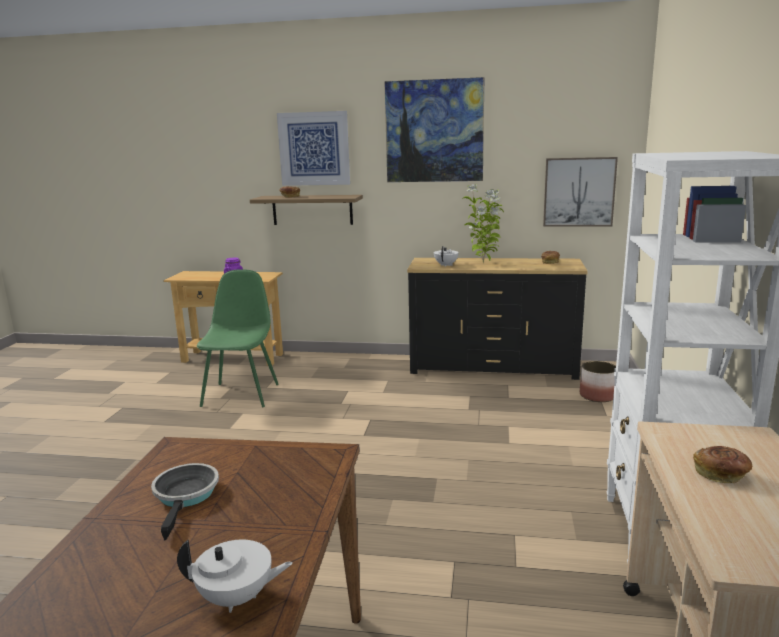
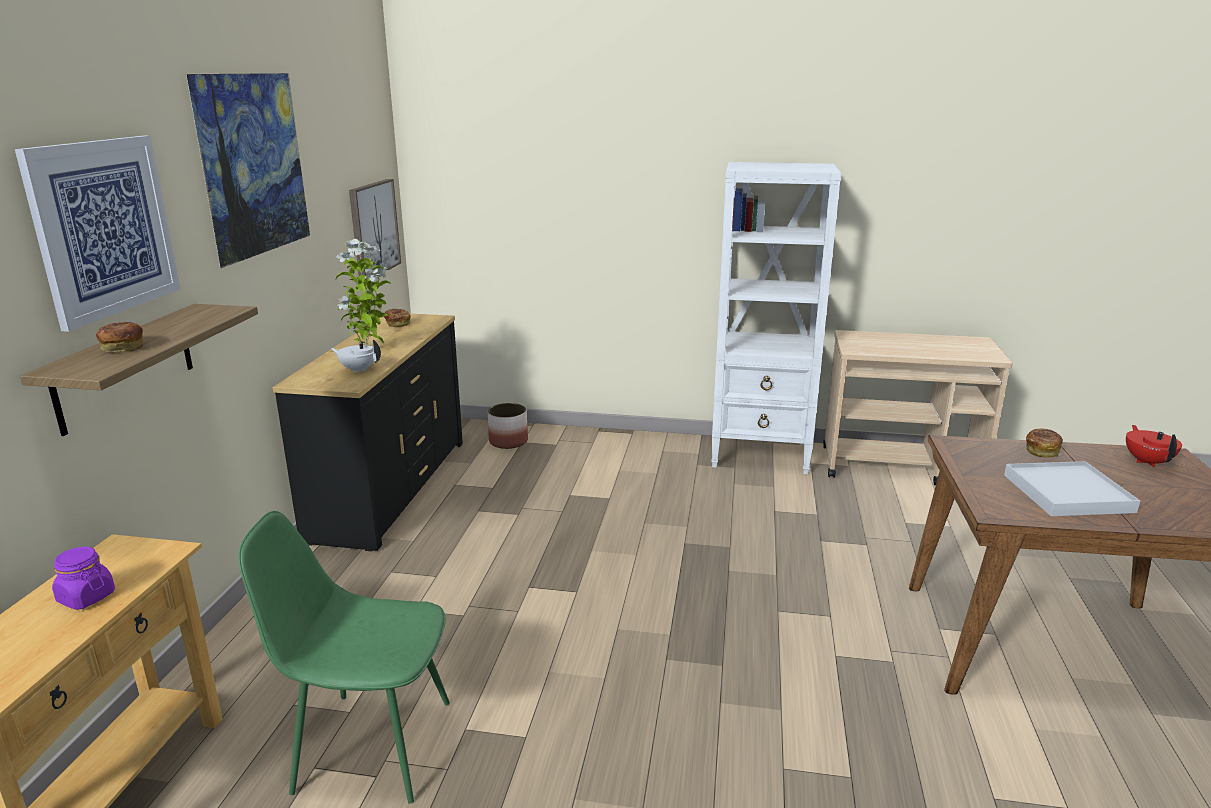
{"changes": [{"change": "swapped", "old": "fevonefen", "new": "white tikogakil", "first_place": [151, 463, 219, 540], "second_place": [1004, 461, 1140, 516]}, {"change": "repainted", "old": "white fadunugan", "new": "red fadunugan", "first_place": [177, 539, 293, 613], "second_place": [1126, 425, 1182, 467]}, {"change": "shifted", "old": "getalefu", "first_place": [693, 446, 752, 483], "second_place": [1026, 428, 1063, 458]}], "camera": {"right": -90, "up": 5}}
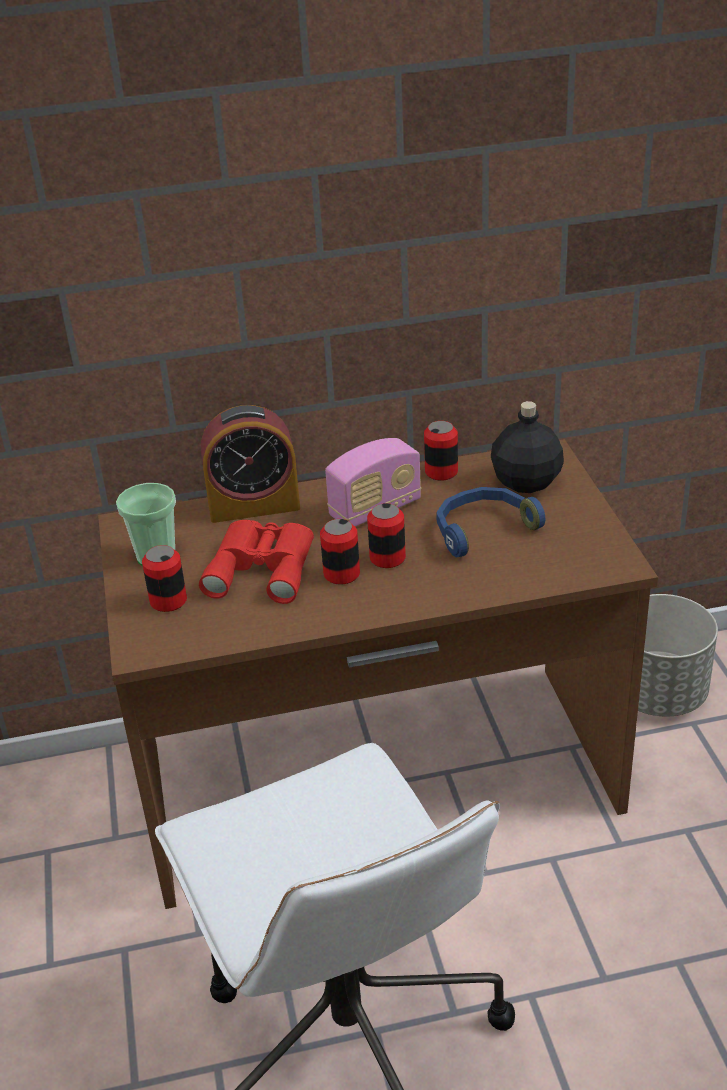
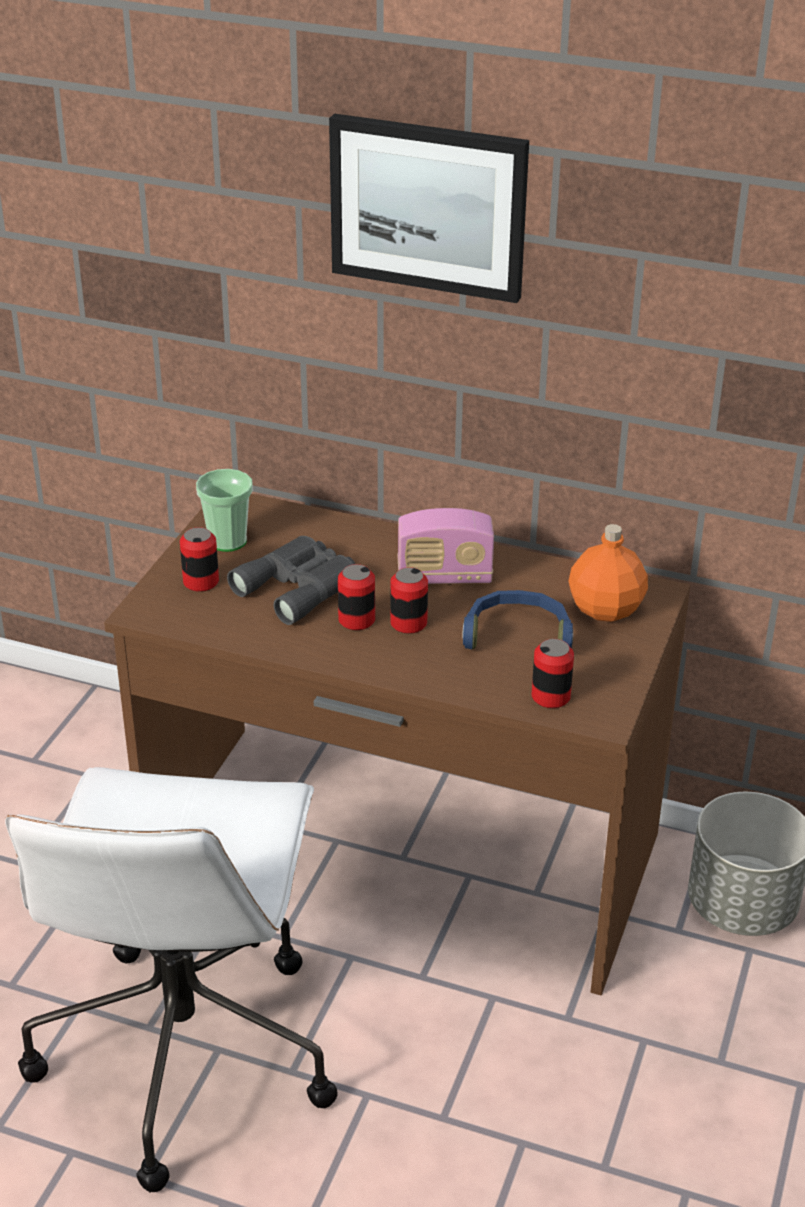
{"changes": [{"change": "repainted", "old": "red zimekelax", "new": "grey zimekelax", "first_place": [199, 520, 314, 604], "second_place": [227, 536, 355, 625]}, {"change": "gone", "old": "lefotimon", "first_place": [201, 405, 300, 523]}, {"change": "shifted", "old": "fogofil", "first_place": [424, 421, 458, 481], "second_place": [532, 639, 574, 708]}, {"change": "repainted", "old": "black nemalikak", "new": "orange nemalikak", "first_place": [491, 401, 564, 493], "second_place": [569, 524, 648, 622]}, {"change": "new", "new": "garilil", "second_place": [329, 113, 529, 303]}], "camera": {"right": 30, "up": 0}}
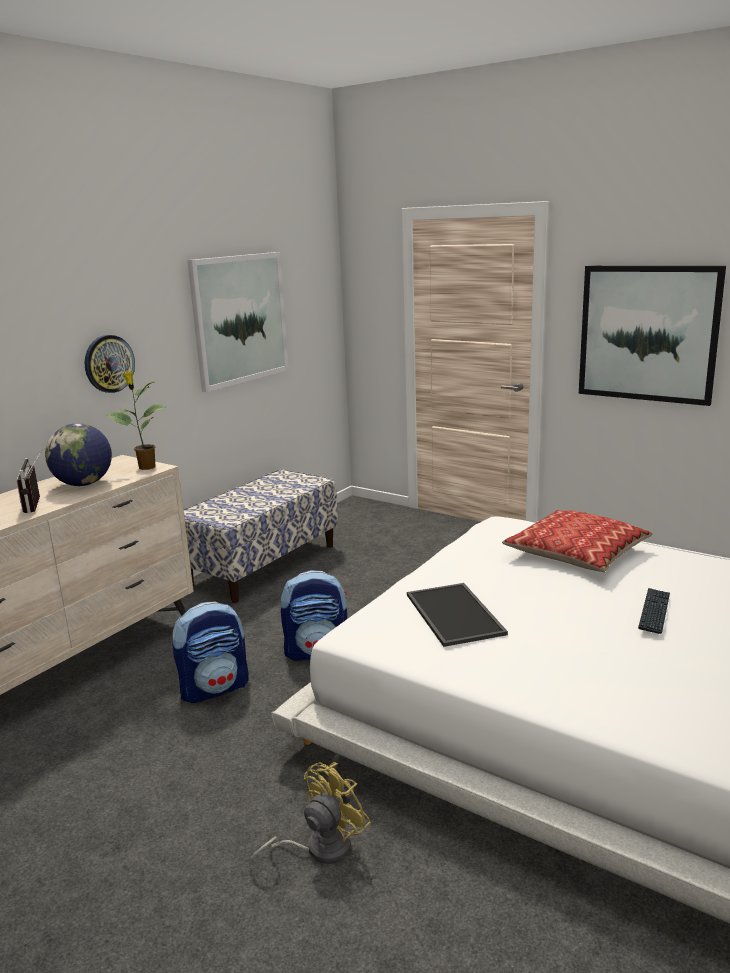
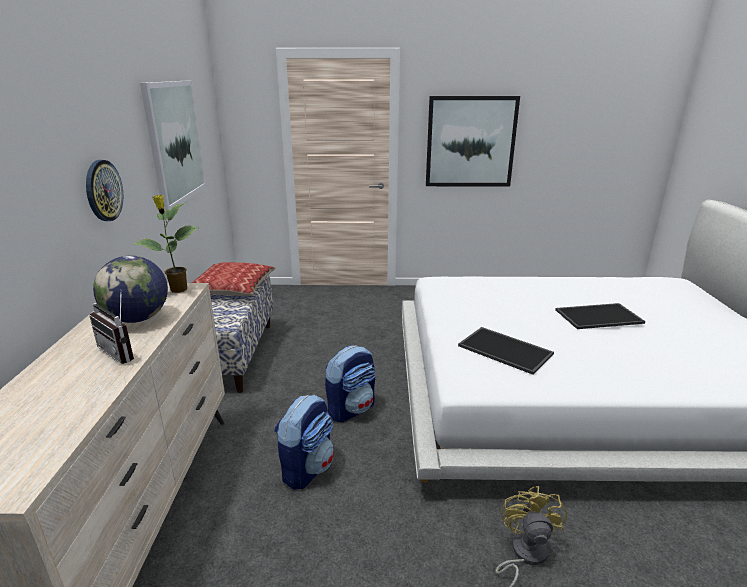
{"changes": [{"change": "shifted", "old": "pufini", "first_place": [502, 510, 653, 572], "second_place": [192, 262, 275, 296]}, {"change": "swapped", "old": "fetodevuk", "new": "tikogakil", "first_place": [638, 588, 670, 634], "second_place": [555, 303, 645, 329]}], "camera": {"right": -35, "up": 5}}
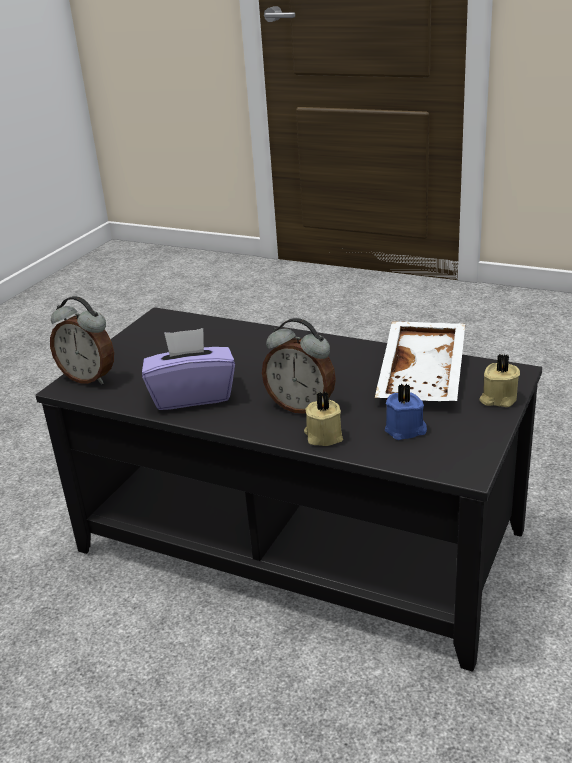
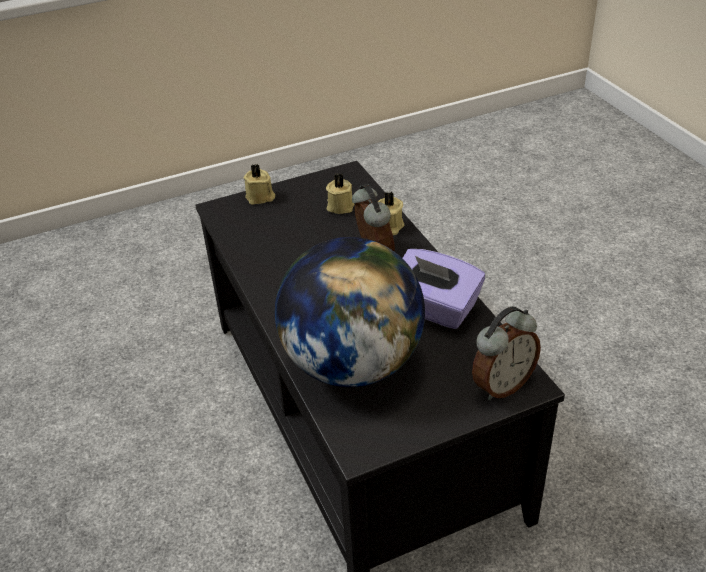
{"changes": [{"change": "rotated", "old": "lefotimon", "first_place": [50, 296, 114, 384], "second_place": [472, 307, 541, 400], "degrees": 75}, {"change": "gone", "old": "white tikogakil", "first_place": [375, 321, 465, 401]}, {"change": "repainted", "old": "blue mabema", "new": "beige mabema", "first_place": [385, 384, 427, 440], "second_place": [326, 174, 354, 214]}, {"change": "new", "new": "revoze", "second_place": [275, 237, 425, 387]}], "camera": {"right": -140, "up": 10}}
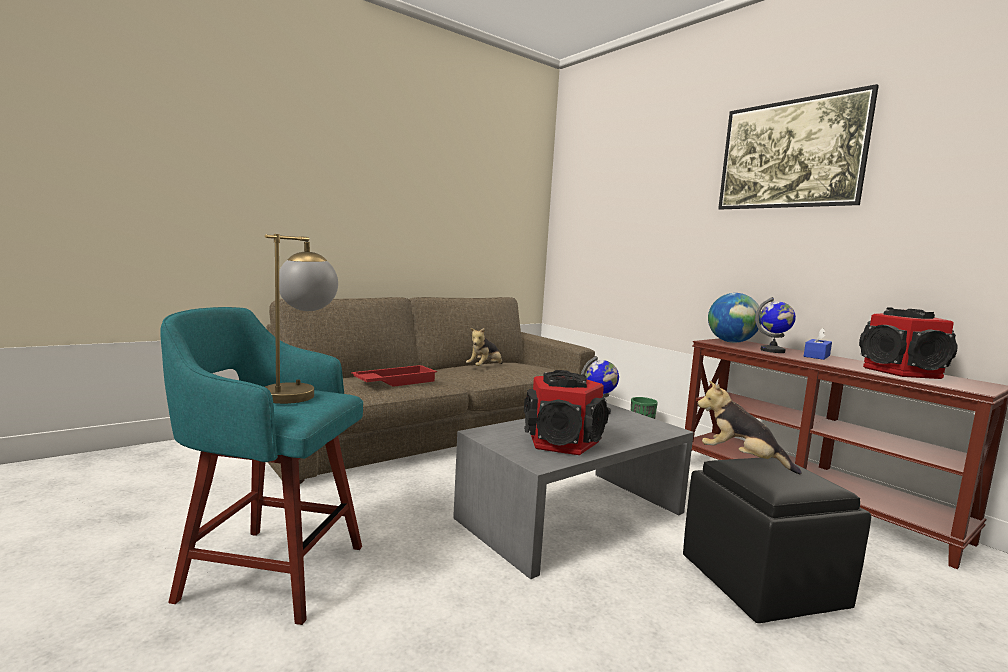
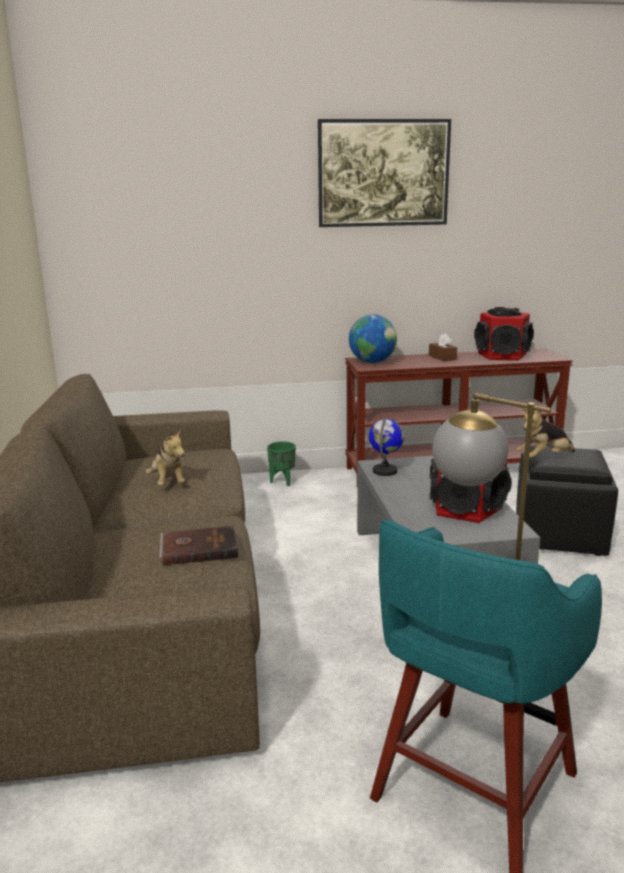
{"changes": [{"change": "swapped", "old": "red tikogakil", "new": "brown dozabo", "first_place": [351, 365, 437, 387], "second_place": [159, 526, 238, 565]}, {"change": "gone", "old": "revoze", "first_place": [755, 297, 796, 353]}, {"change": "repainted", "old": "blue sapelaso", "new": "brown sapelaso", "first_place": [804, 328, 832, 360], "second_place": [429, 333, 457, 361]}], "camera": {"right": -60, "up": 10}}
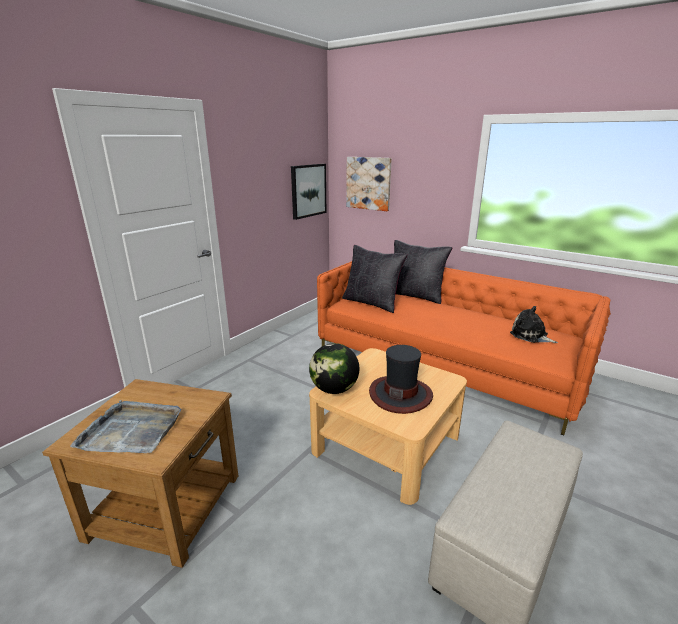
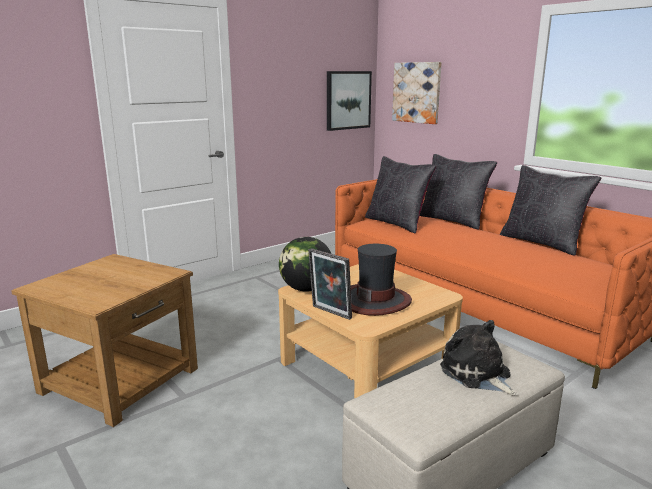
{"changes": [{"change": "gone", "old": "grey tikogakil", "first_place": [70, 400, 182, 453]}, {"change": "shifted", "old": "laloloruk", "first_place": [510, 306, 558, 343], "second_place": [440, 320, 517, 396]}, {"change": "new", "new": "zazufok", "second_place": [308, 248, 352, 320]}, {"change": "new", "new": "black pufini", "second_place": [500, 165, 601, 256]}], "camera": {"right": 15, "up": -5}}
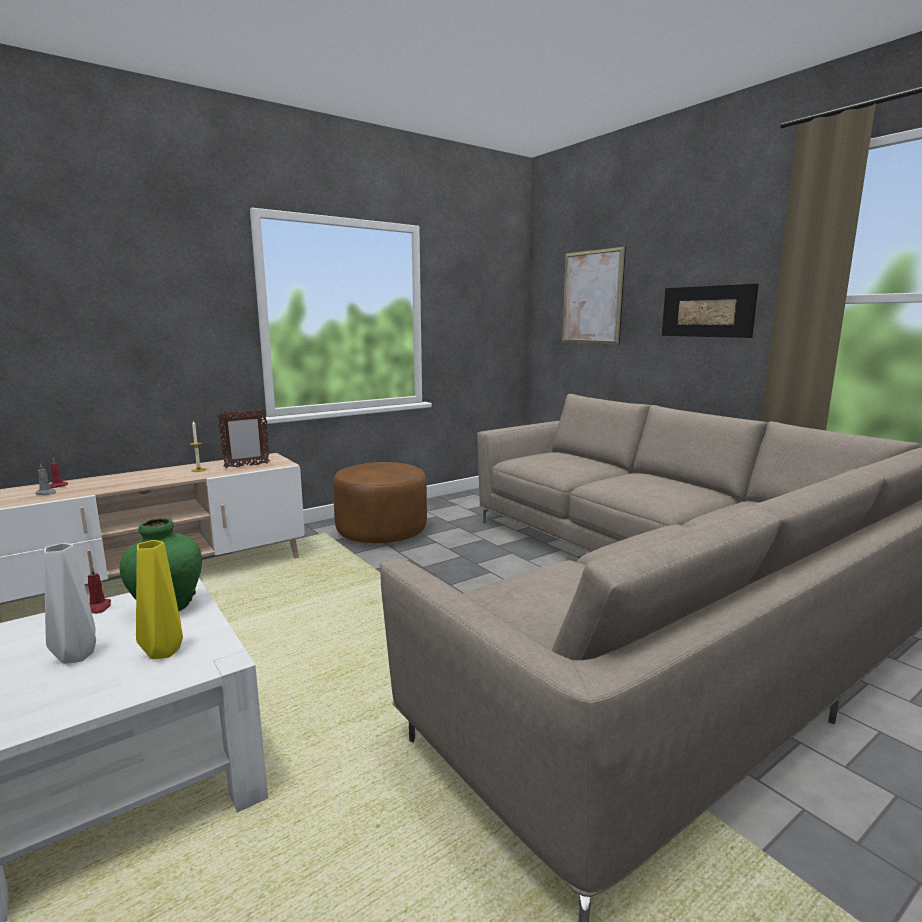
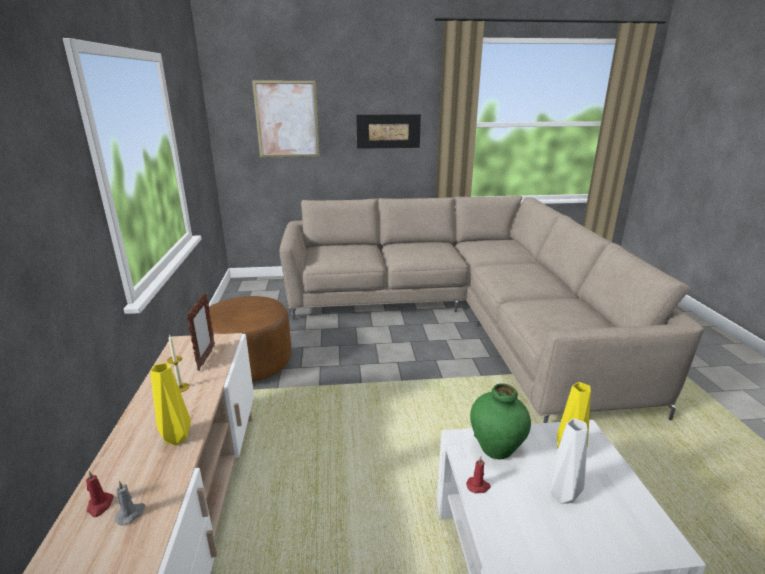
{"changes": [{"change": "new", "new": "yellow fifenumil", "second_place": [150, 363, 191, 445]}], "camera": {"right": -60, "up": 10}}
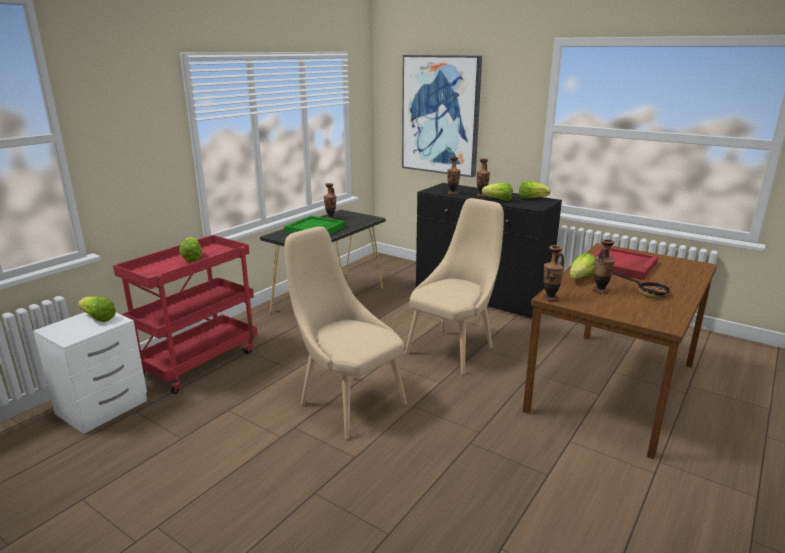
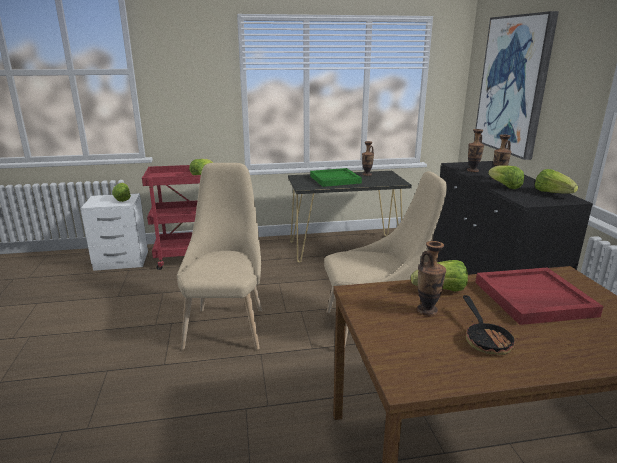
{"changes": [{"change": "gone", "old": "fifenumil", "first_place": [543, 245, 565, 302]}], "camera": {"right": 45, "up": 0}}
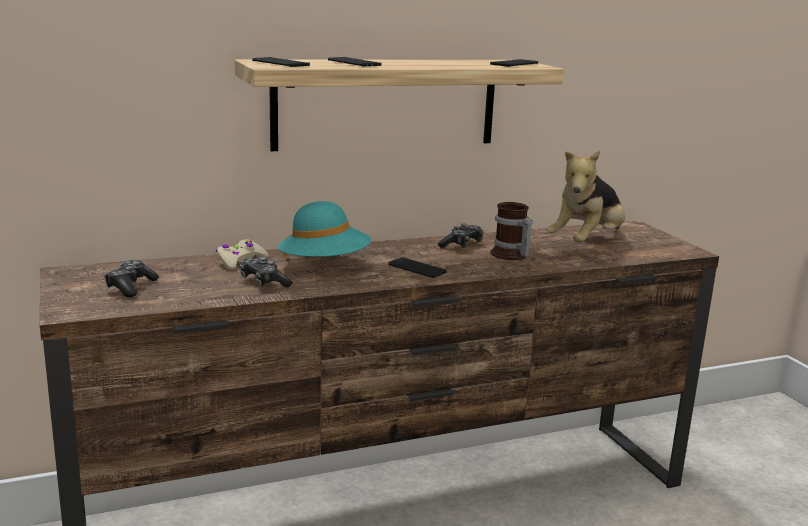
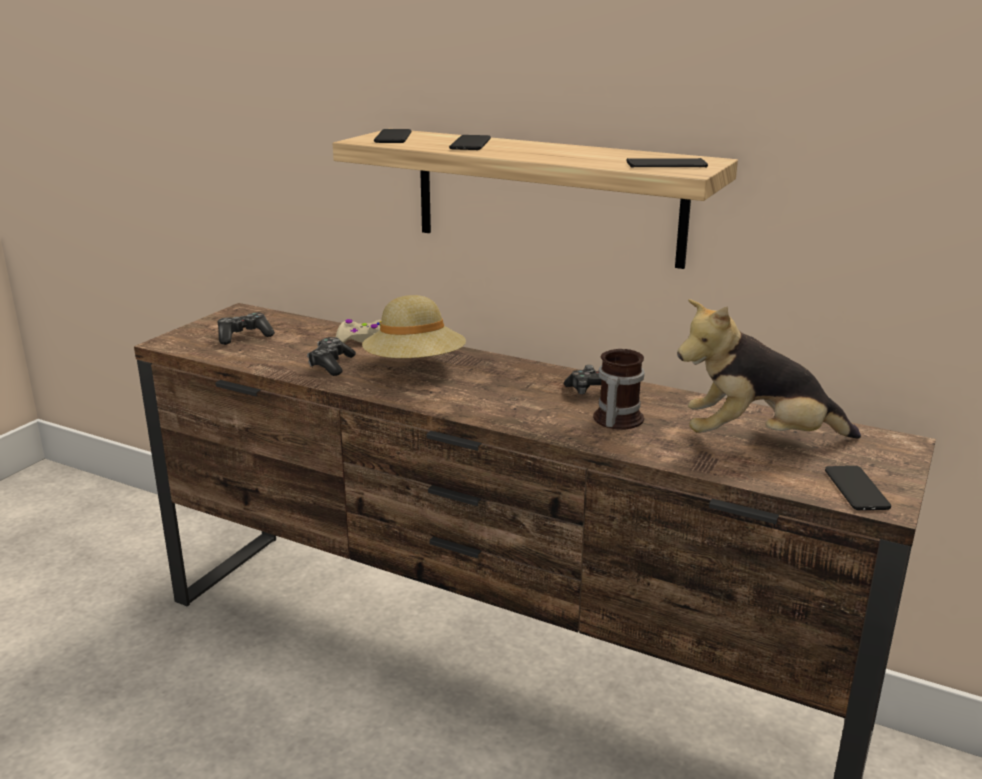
{"changes": [{"change": "repainted", "old": "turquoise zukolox", "new": "beige zukolox", "first_place": [278, 201, 372, 258], "second_place": [362, 295, 466, 358]}, {"change": "shifted", "old": "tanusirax", "first_place": [388, 257, 447, 278], "second_place": [825, 466, 891, 510]}], "camera": {"right": 50, "up": 5}}
